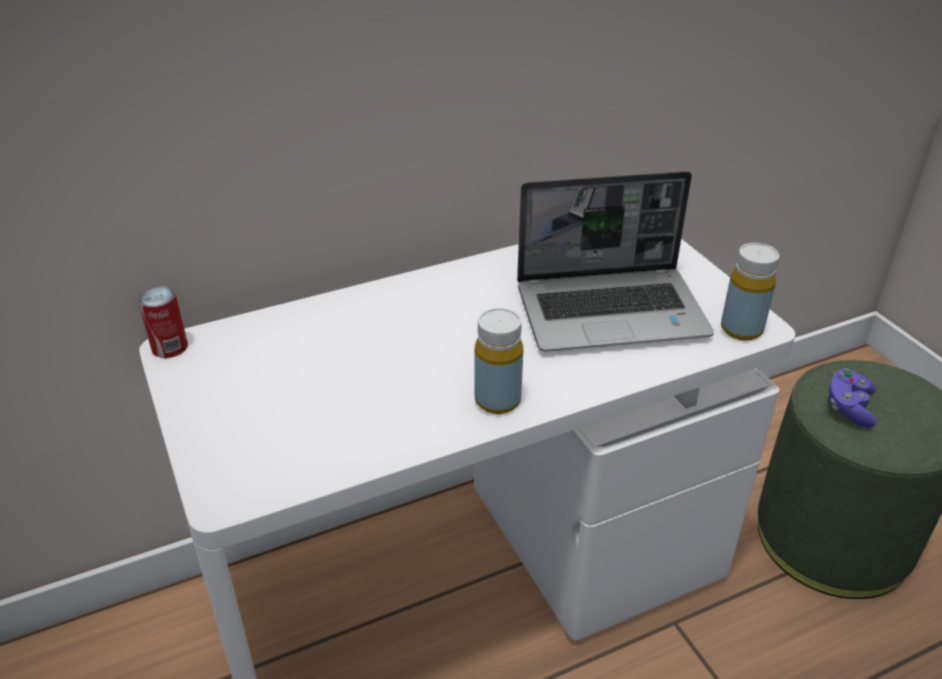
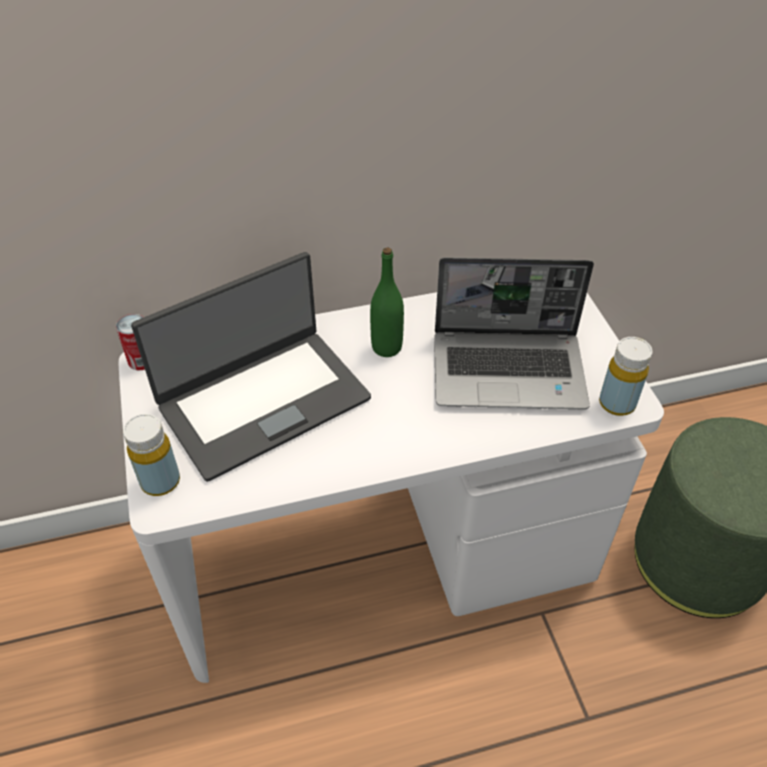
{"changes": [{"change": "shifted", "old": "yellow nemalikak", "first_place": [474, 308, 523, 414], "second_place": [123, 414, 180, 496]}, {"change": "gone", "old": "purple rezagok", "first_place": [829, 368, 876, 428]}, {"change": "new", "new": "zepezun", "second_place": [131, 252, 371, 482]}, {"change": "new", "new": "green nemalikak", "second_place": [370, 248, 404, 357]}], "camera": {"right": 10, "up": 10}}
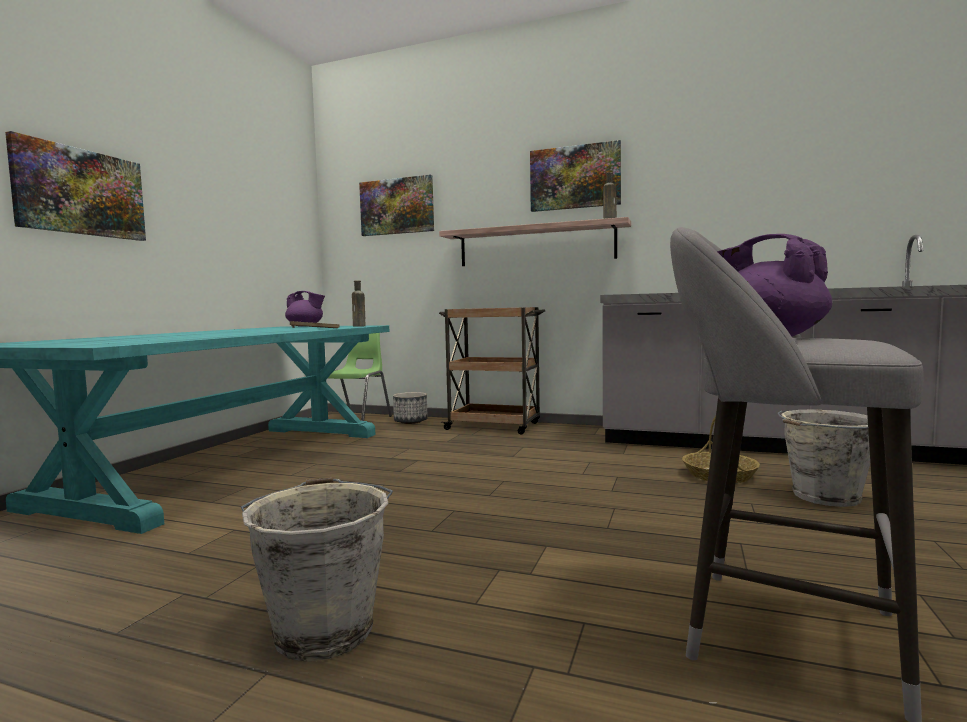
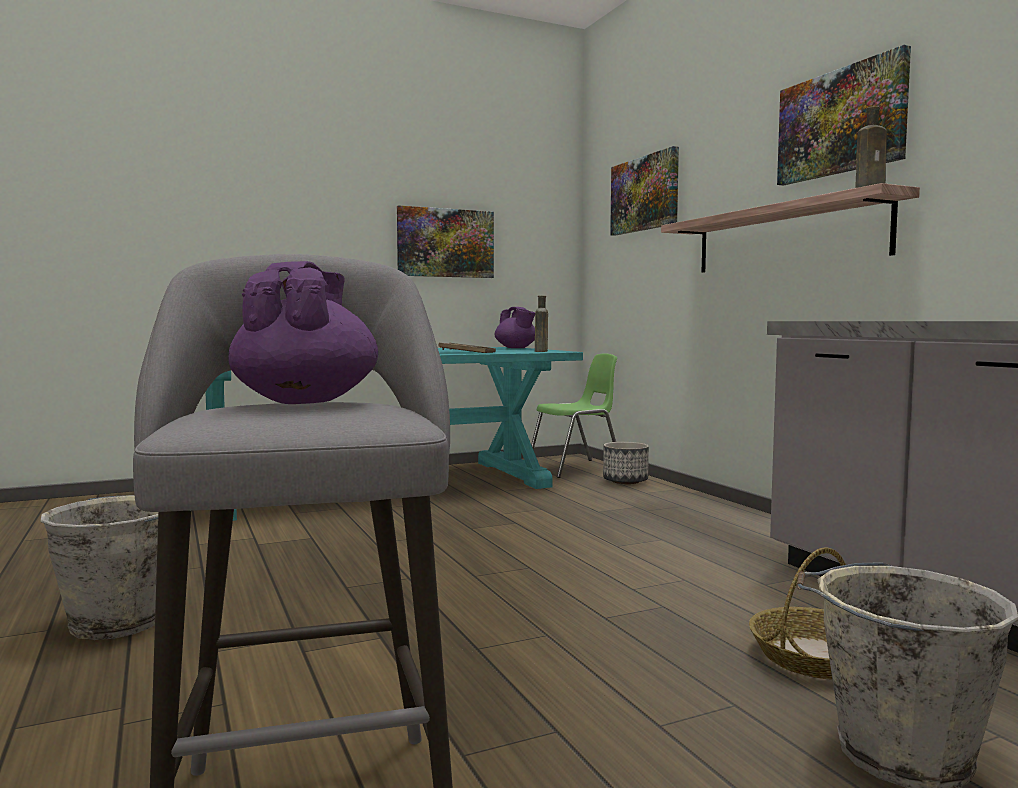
{"changes": [{"change": "shifted", "old": "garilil", "first_place": [5, 131, 146, 241], "second_place": [397, 205, 494, 278]}, {"change": "gone", "old": "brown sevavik", "first_place": [439, 307, 545, 435]}], "camera": {"right": 45, "up": 0}}
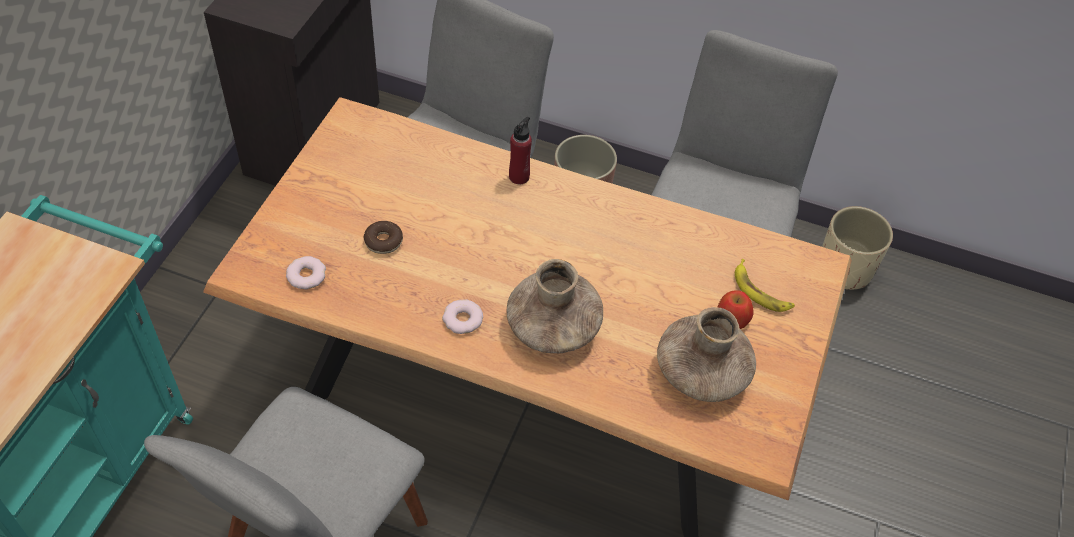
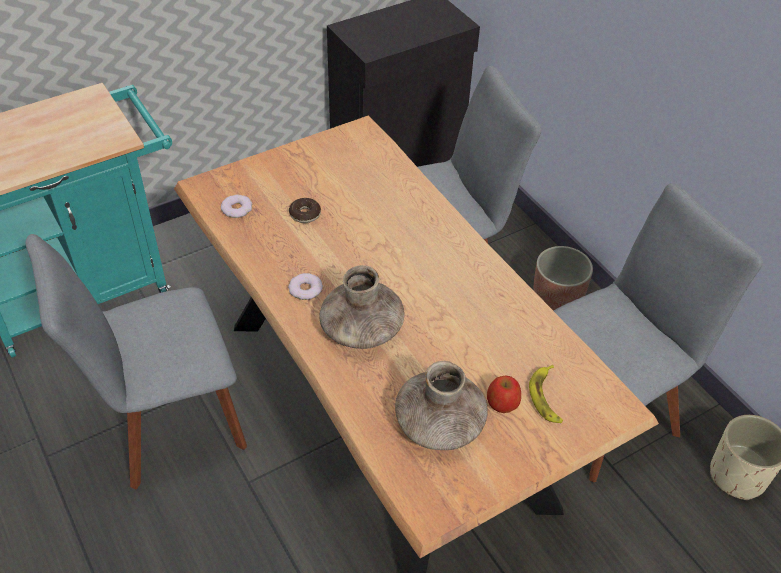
{"changes": [{"change": "gone", "old": "red nemalikak", "first_place": [509, 117, 532, 184]}], "camera": {"right": 40, "up": -5}}
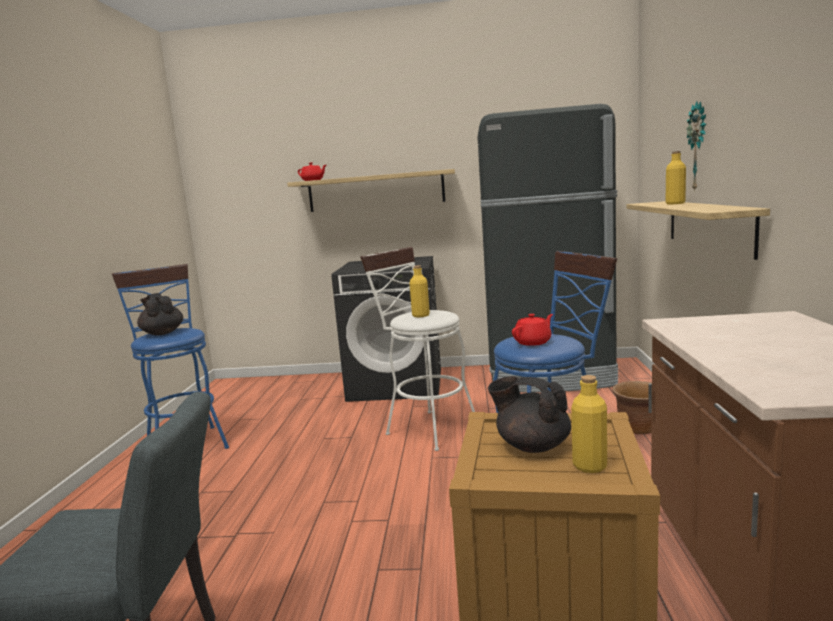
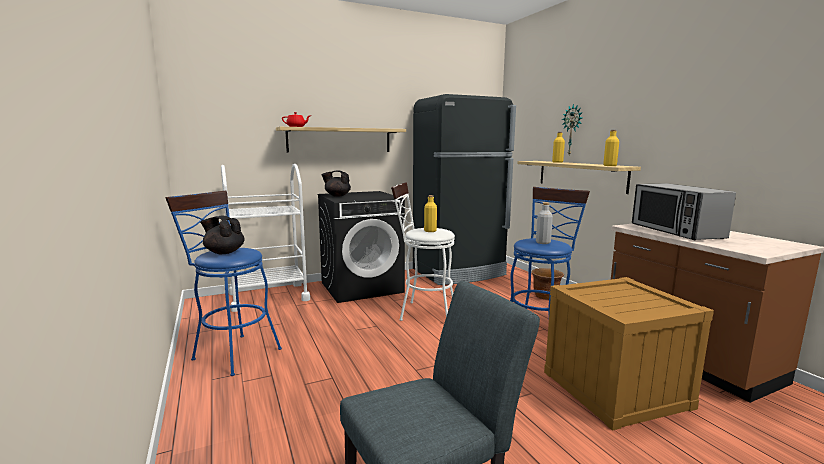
{"changes": [{"change": "shifted", "old": "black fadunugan", "first_place": [488, 376, 571, 453], "second_place": [321, 171, 351, 197]}, {"change": "swapped", "old": "red fadunugan", "new": "grey nemalikak", "first_place": [512, 314, 553, 346], "second_place": [536, 202, 553, 244]}, {"change": "shifted", "old": "yellow nemalikak", "first_place": [571, 375, 607, 473], "second_place": [603, 130, 619, 166]}, {"change": "new", "new": "white sevavik", "second_place": [221, 164, 310, 312]}, {"change": "new", "new": "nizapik", "second_place": [632, 184, 736, 240]}], "camera": {"right": -30, "up": 0}}
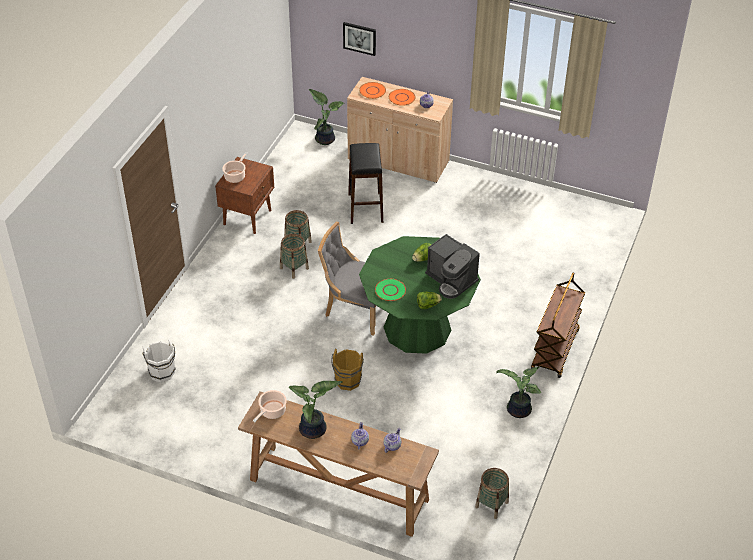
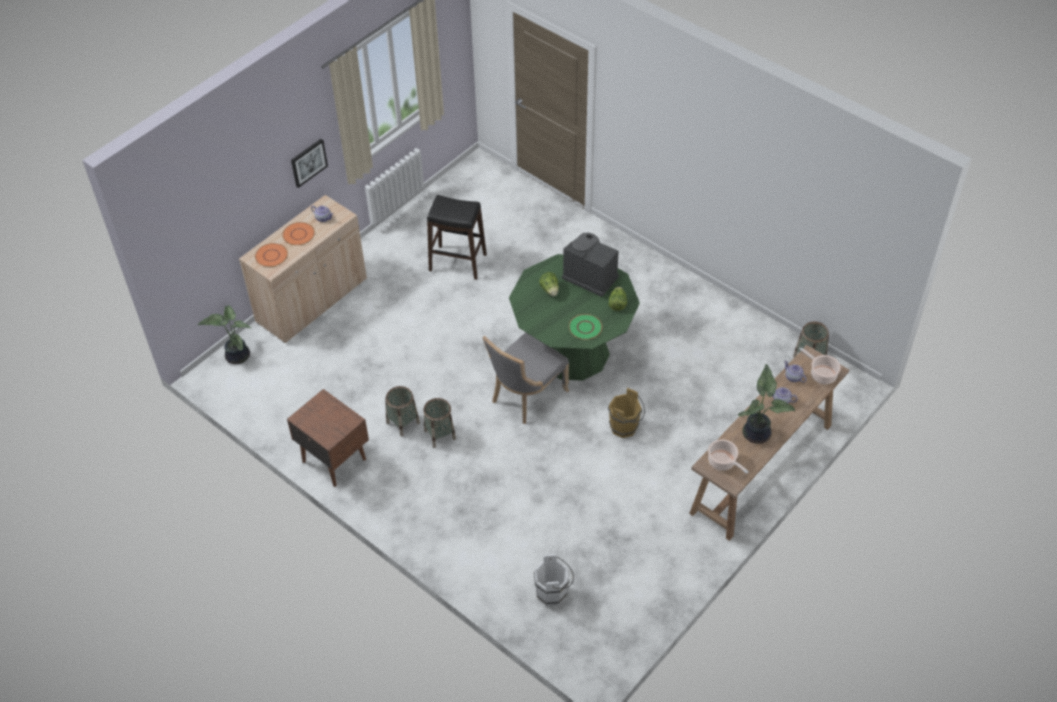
{"changes": [{"change": "shifted", "old": "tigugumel", "first_place": [222, 152, 248, 183], "second_place": [799, 347, 841, 384]}, {"change": "shifted", "old": "garilil", "first_place": [343, 22, 376, 56], "second_place": [291, 139, 328, 188]}, {"change": "shifted", "old": "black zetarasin", "first_place": [348, 143, 383, 224], "second_place": [427, 195, 487, 280]}, {"change": "rotated", "old": "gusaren", "first_place": [425, 234, 480, 299], "second_place": [562, 233, 619, 297], "degrees": -120}, {"change": "gone", "old": "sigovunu", "first_place": [496, 367, 541, 418]}, {"change": "gone", "old": "brown sevavik", "first_place": [531, 273, 585, 378]}], "camera": {"right": -70, "up": 5}}
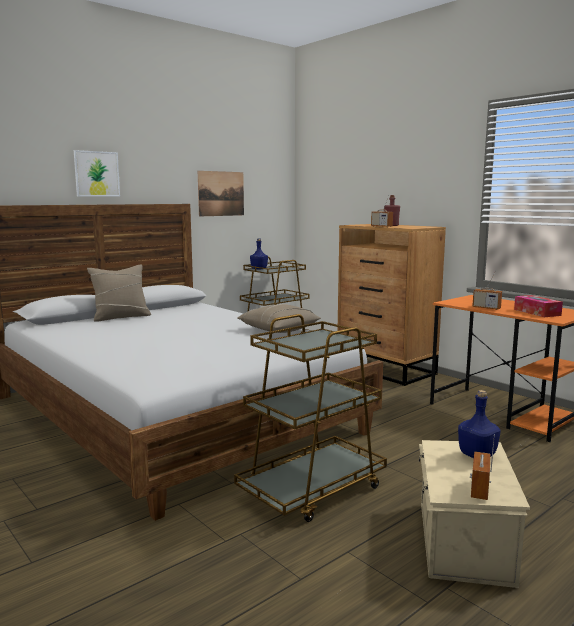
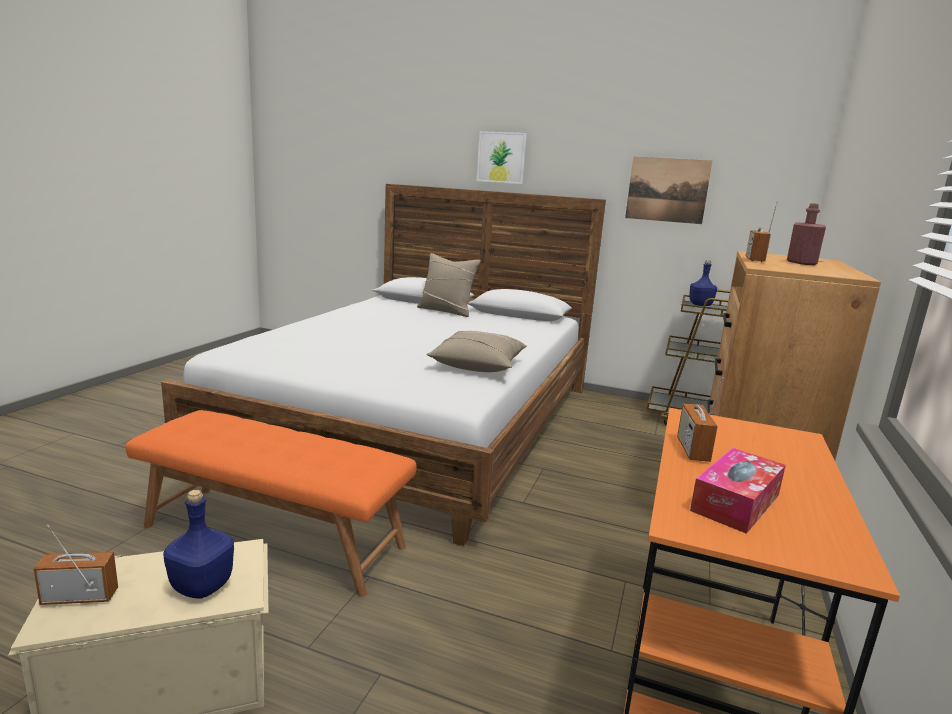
{"changes": [{"change": "swapped", "old": "brown sevavik", "new": "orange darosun", "first_place": [234, 314, 387, 522], "second_place": [126, 410, 417, 597]}], "camera": {"right": 60, "up": 5}}
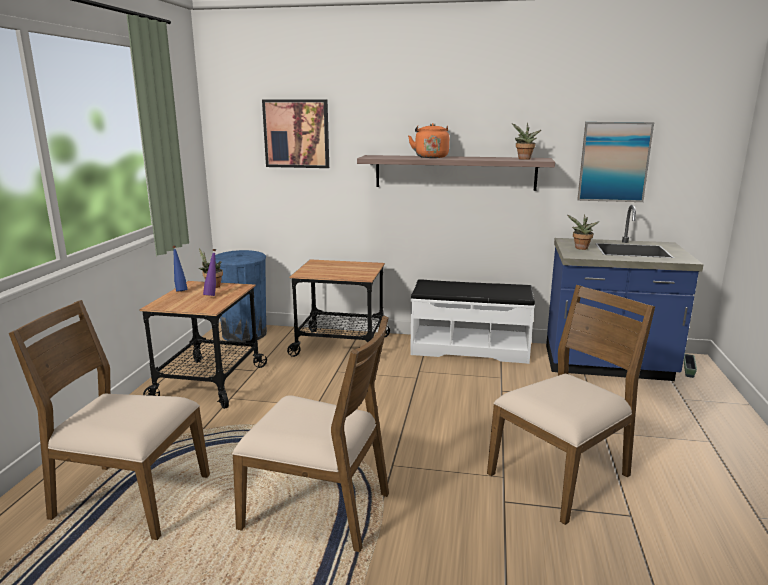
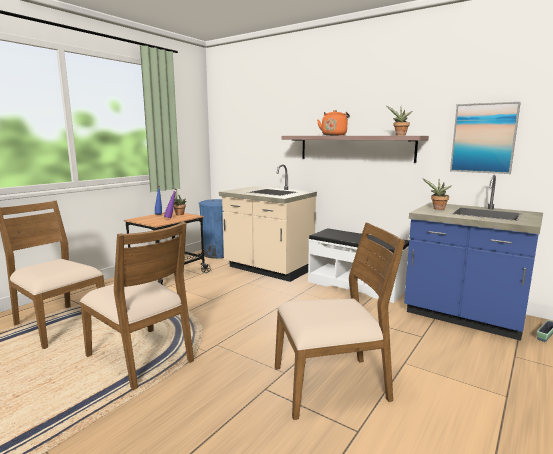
{"changes": [{"change": "gone", "old": "garilil", "first_place": [262, 100, 329, 168]}, {"change": "swapped", "old": "sevavik", "new": "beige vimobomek", "first_place": [287, 259, 390, 357], "second_place": [219, 164, 317, 282]}], "camera": {"right": 25, "up": -5}}
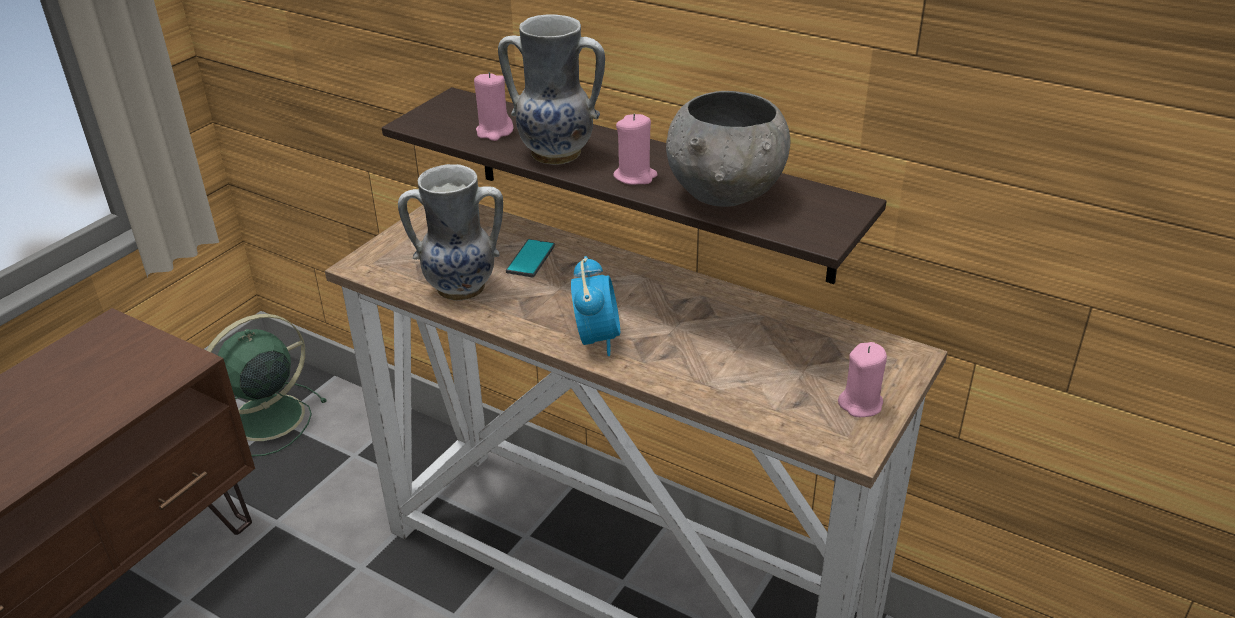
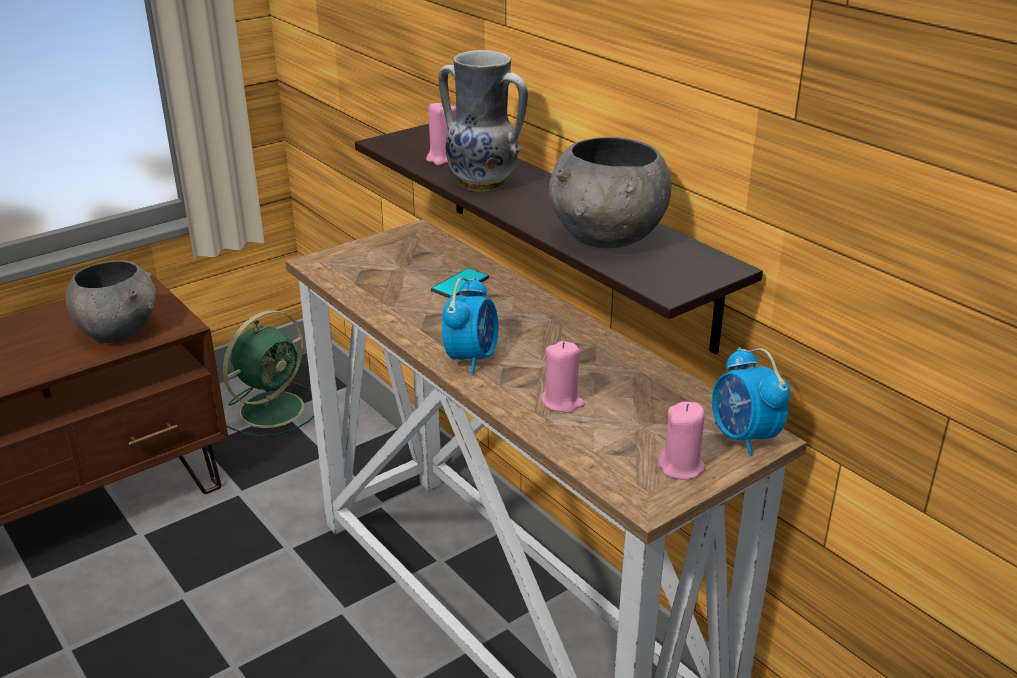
{"changes": [{"change": "rotated", "old": "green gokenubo", "first_place": [207, 314, 327, 456], "second_place": [223, 310, 314, 437], "degrees": 150}, {"change": "gone", "old": "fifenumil", "first_place": [398, 164, 503, 301]}, {"change": "shifted", "old": "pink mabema", "first_place": [613, 114, 658, 185], "second_place": [541, 341, 585, 413]}, {"change": "new", "new": "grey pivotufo", "second_place": [66, 260, 156, 343]}, {"change": "new", "new": "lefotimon", "second_place": [712, 347, 791, 456]}], "camera": {"right": 20, "up": -5}}
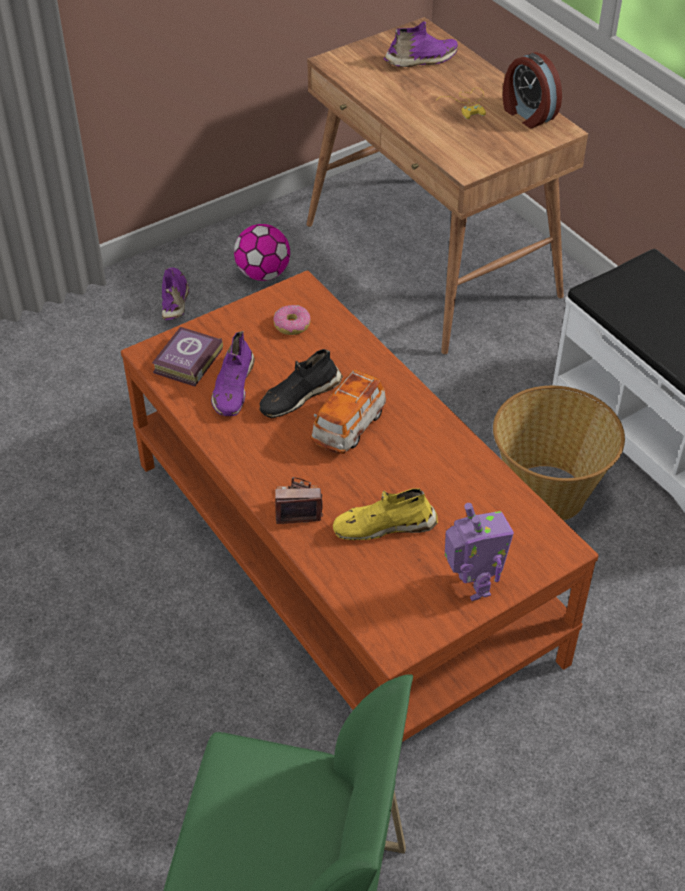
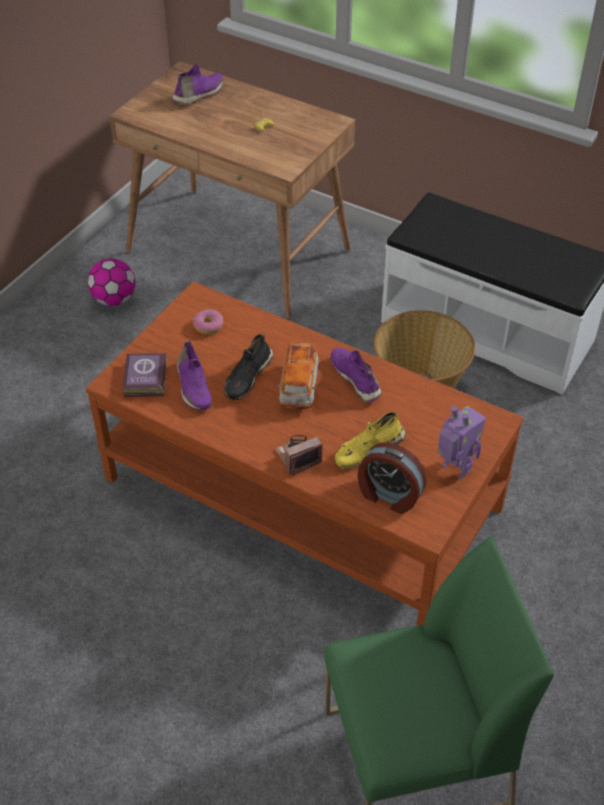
{"changes": [{"change": "shifted", "old": "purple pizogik", "first_place": [162, 268, 189, 320], "second_place": [330, 348, 382, 403]}, {"change": "shifted", "old": "lefotimon", "first_place": [503, 52, 562, 128], "second_place": [357, 442, 427, 514]}], "camera": {"right": -25, "up": 0}}
